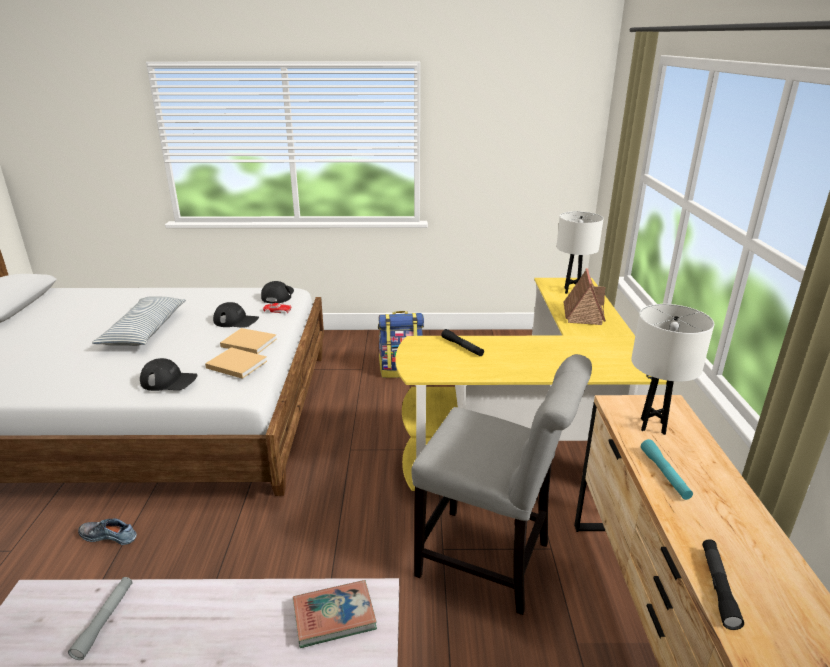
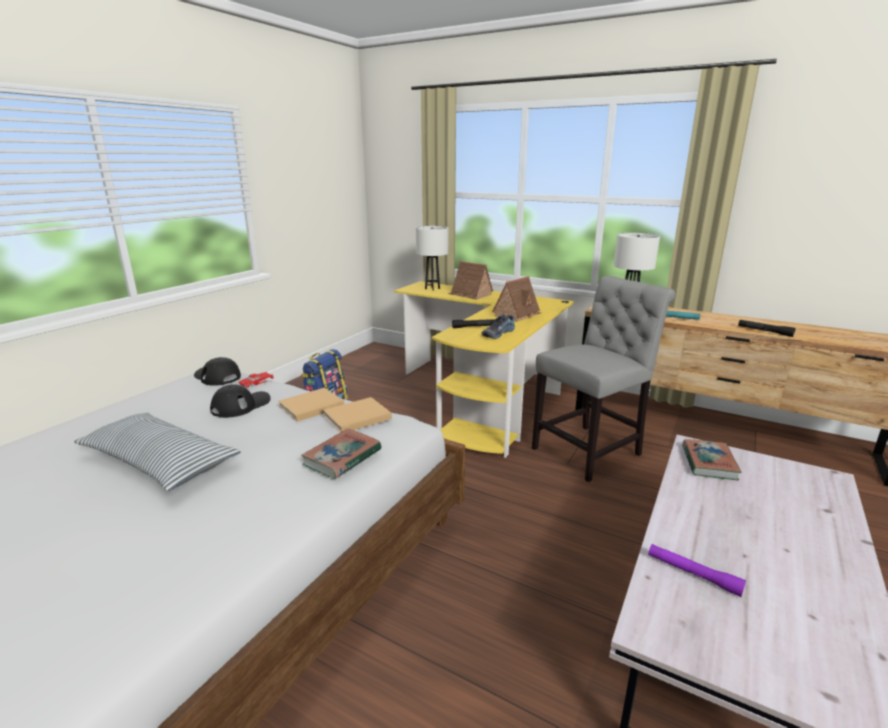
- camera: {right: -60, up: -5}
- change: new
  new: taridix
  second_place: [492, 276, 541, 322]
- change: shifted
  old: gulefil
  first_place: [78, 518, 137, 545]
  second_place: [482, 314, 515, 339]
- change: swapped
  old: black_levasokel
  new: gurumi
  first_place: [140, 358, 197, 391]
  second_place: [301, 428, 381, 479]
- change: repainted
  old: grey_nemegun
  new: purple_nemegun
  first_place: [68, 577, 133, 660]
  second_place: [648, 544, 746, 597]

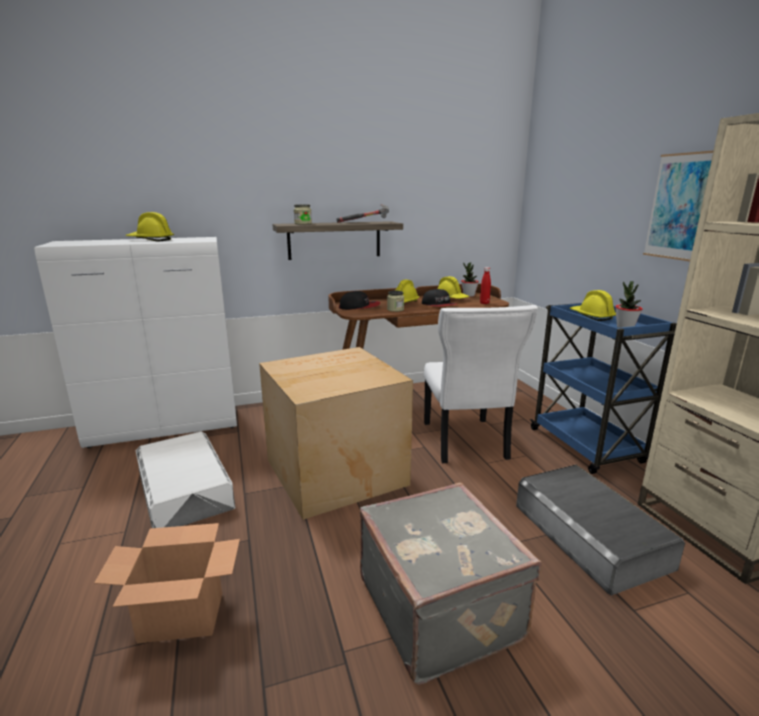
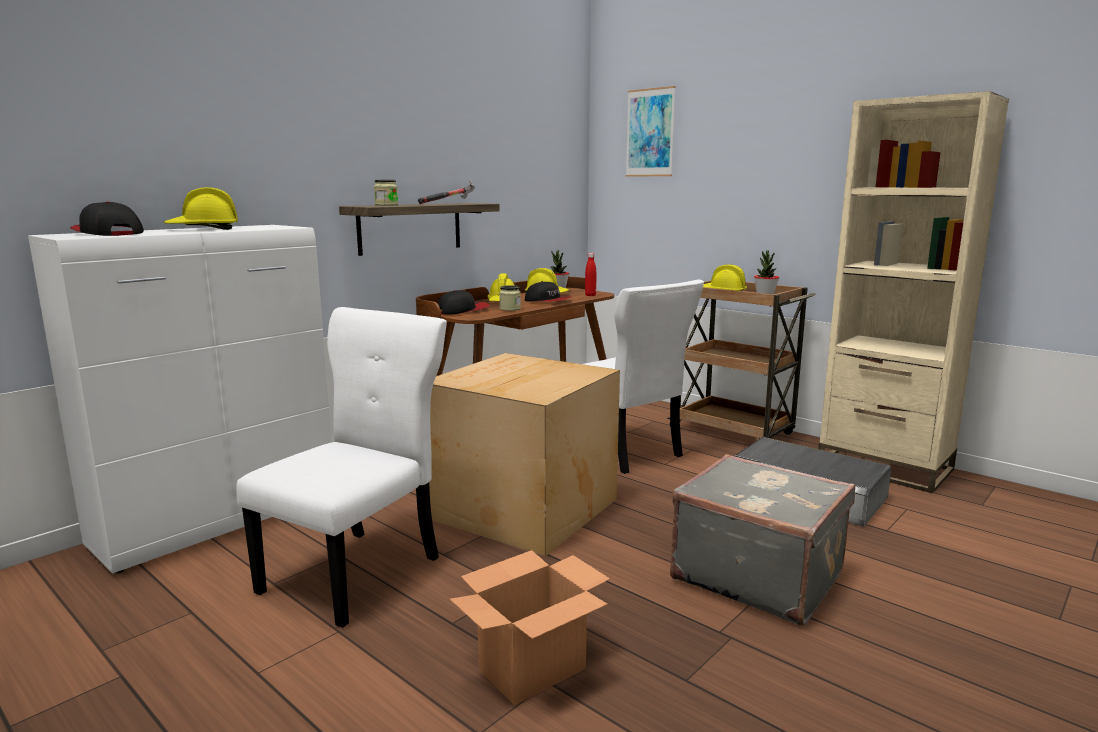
- camera: {right: -30, up: -5}
- change: new
  new: levasokel
  second_place: [70, 202, 144, 236]
- change: shifted
  old: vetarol
  first_place: [643, 150, 714, 261]
  second_place: [626, 86, 676, 177]
- change: swapped
  old: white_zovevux
  new: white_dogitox
  first_place: [136, 431, 235, 528]
  second_place: [236, 307, 447, 628]
- change: repainted
  old: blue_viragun
  new: brown_viragun
  first_place: [530, 303, 677, 474]
  second_place: [667, 281, 816, 439]

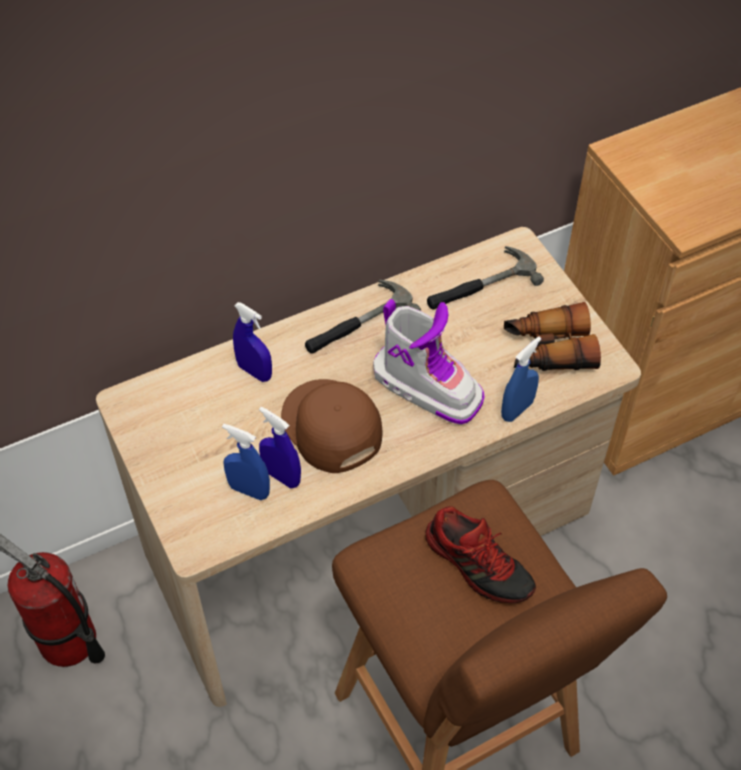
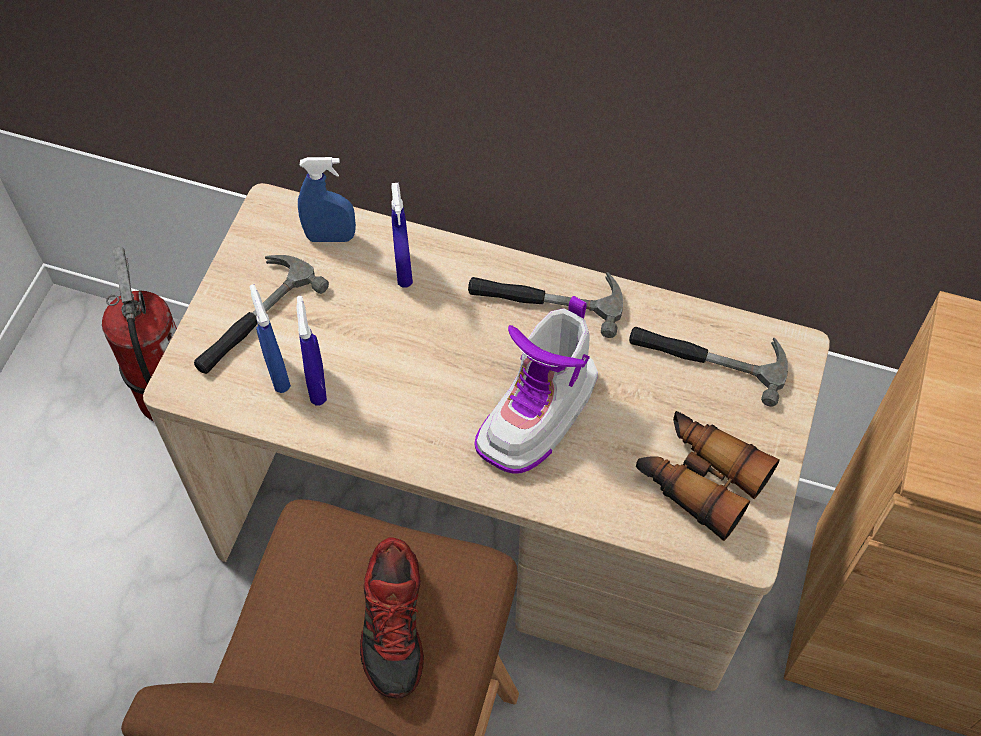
- camera: {right: 45, up: 5}
- change: gone
  old: brown_levasokel
  first_place: [281, 379, 382, 473]
- change: new
  new: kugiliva
  second_place: [194, 255, 329, 374]
- change: shifted
  old: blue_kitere
  first_place: [501, 336, 541, 422]
  second_place: [298, 157, 356, 242]
- change: rotated
  old: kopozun
  first_place: [373, 299, 484, 425]
  second_place: [474, 296, 598, 474]
  degrees: 45

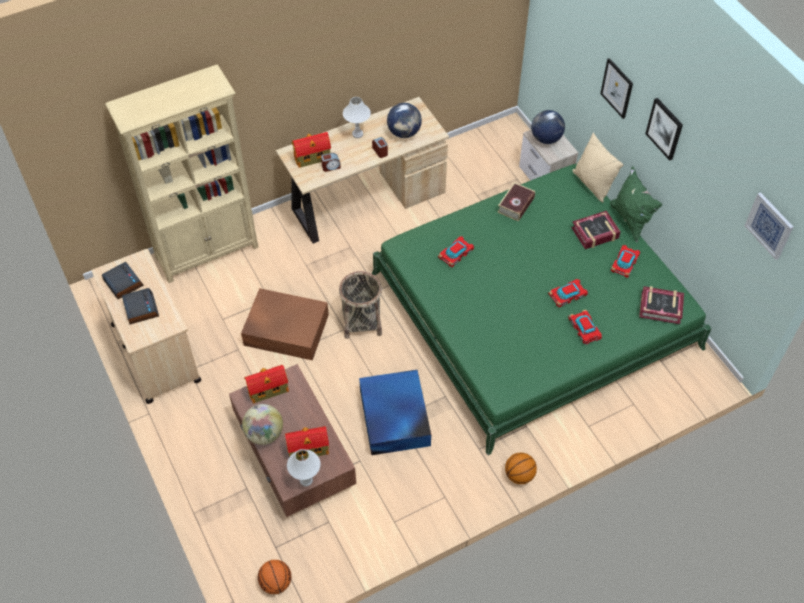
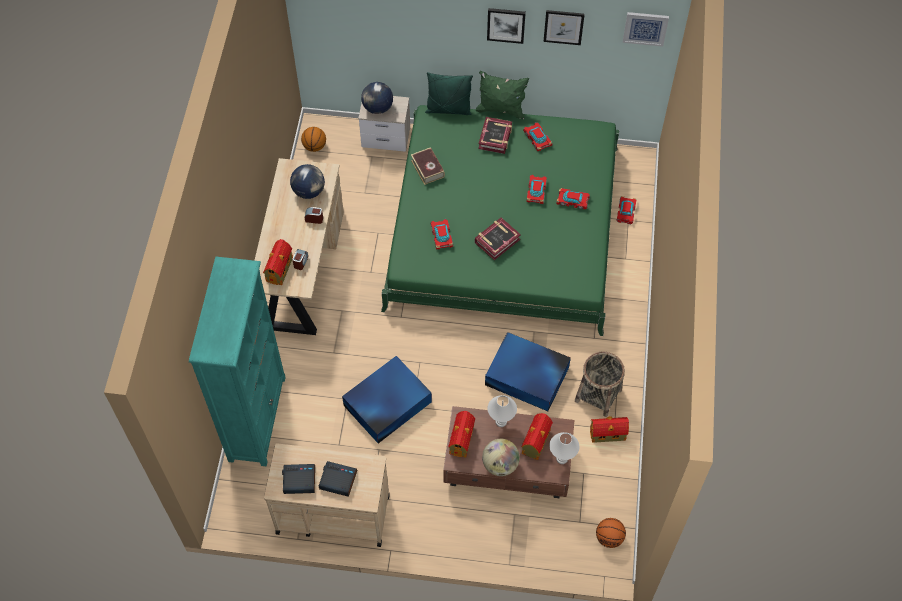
- camera: {right: -55, up: 5}
- change: new
  new: taridix
  second_place: [590, 416, 629, 443]
- change: new
  new: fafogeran
  second_place: [617, 196, 637, 224]
- change: shifted
  old: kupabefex
  first_place: [339, 271, 382, 339]
  second_place: [575, 351, 625, 417]
- change: shifted
  old: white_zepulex
  first_place: [343, 97, 371, 138]
  second_place: [488, 395, 517, 427]
- change: shifted
  old: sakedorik
  first_place: [505, 453, 537, 484]
  second_place: [301, 127, 326, 152]
- change: shifted
  old: vetarol
  first_place: [600, 58, 633, 119]
  second_place: [543, 10, 585, 45]
- change: shifted
  old: gurumi
  first_place: [639, 286, 684, 324]
  second_place: [475, 218, 521, 260]
- change: repainted
  old: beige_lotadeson
  new: turquoise_lotadeson
  first_place: [105, 65, 259, 283]
  second_place: [189, 257, 286, 467]
- change: repainted
  old: brown_zovevux
  new: blue_zovevux
  first_place: [241, 288, 329, 360]
  second_place: [342, 356, 432, 443]
- change: repainted
  old: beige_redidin
  new: green_redidin
  first_place: [572, 133, 624, 203]
  second_place: [425, 72, 473, 115]

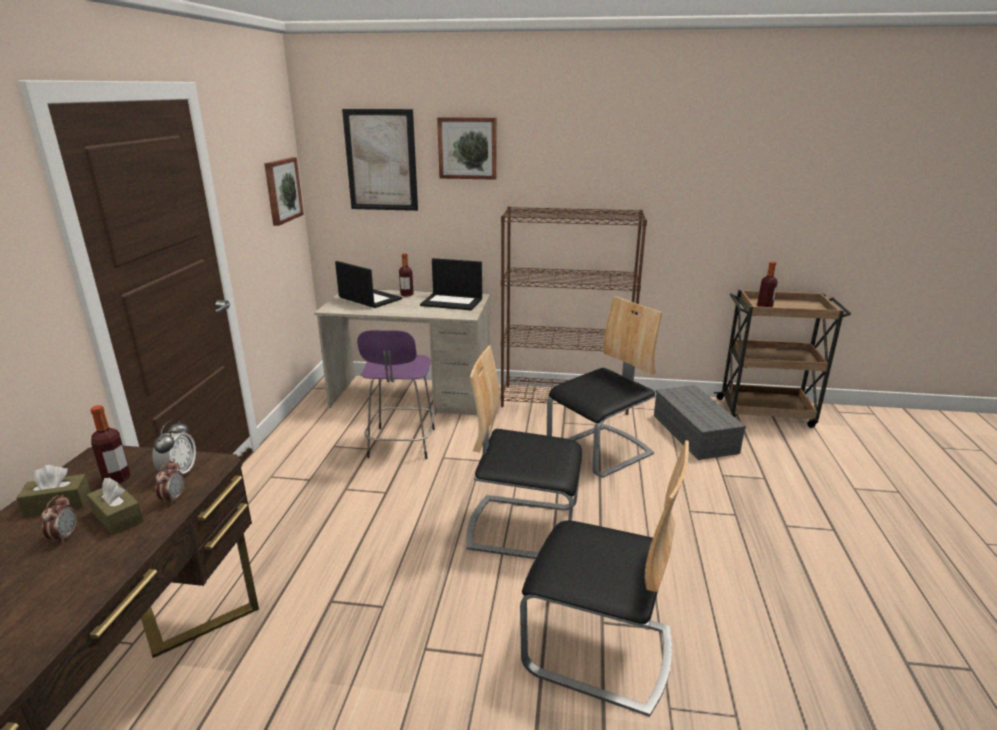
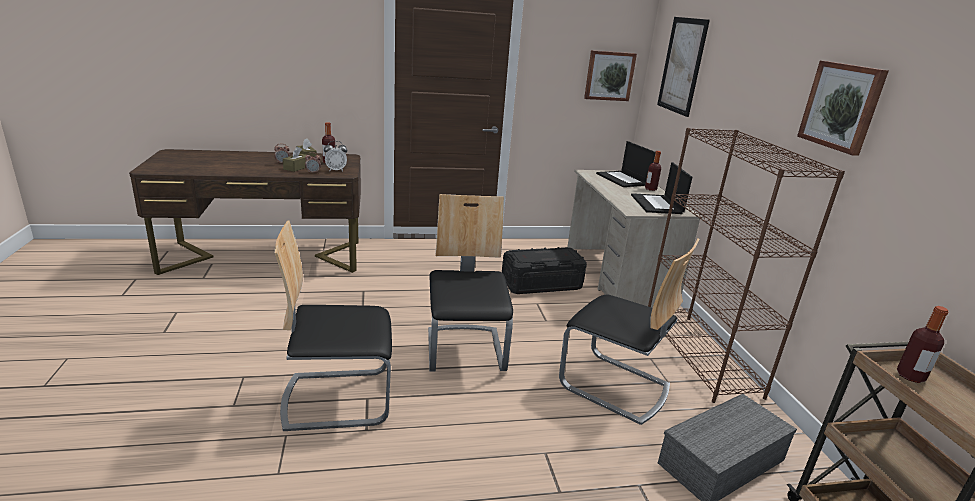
- camera: {right: 70, up: 0}
- change: shifted
  old: vetarol
  first_place: [437, 117, 497, 180]
  second_place: [797, 61, 889, 156]
- change: swapped
  old: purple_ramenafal
  new: black_zovevux
  first_place: [357, 330, 435, 459]
  second_place: [502, 247, 587, 294]
- change: rotated
  old: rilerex
  first_place: [335, 261, 402, 308]
  second_place: [596, 141, 655, 187]
  degrees: 135
- change: rotated
  old: dogitox
  first_place: [520, 440, 689, 717]
  second_place: [275, 220, 392, 431]
  degrees: 75

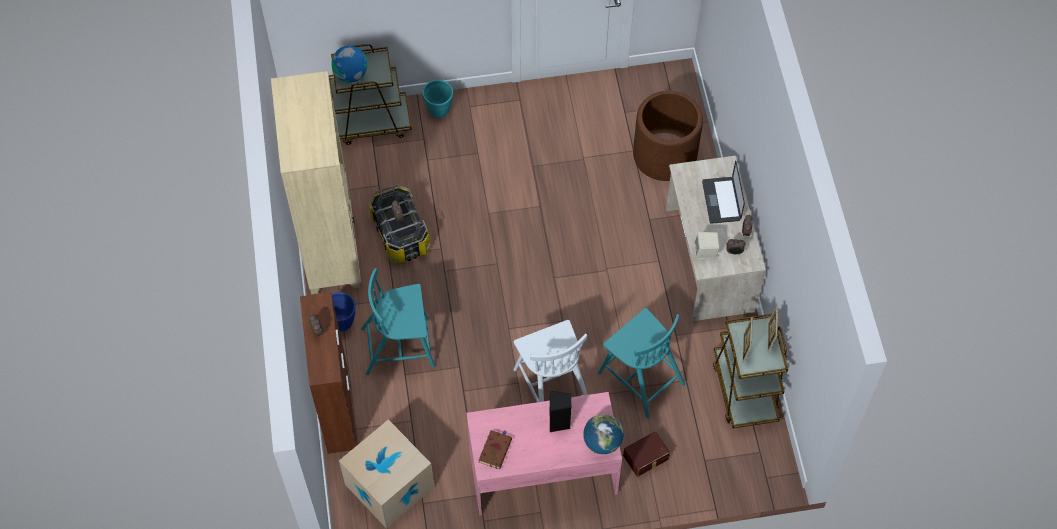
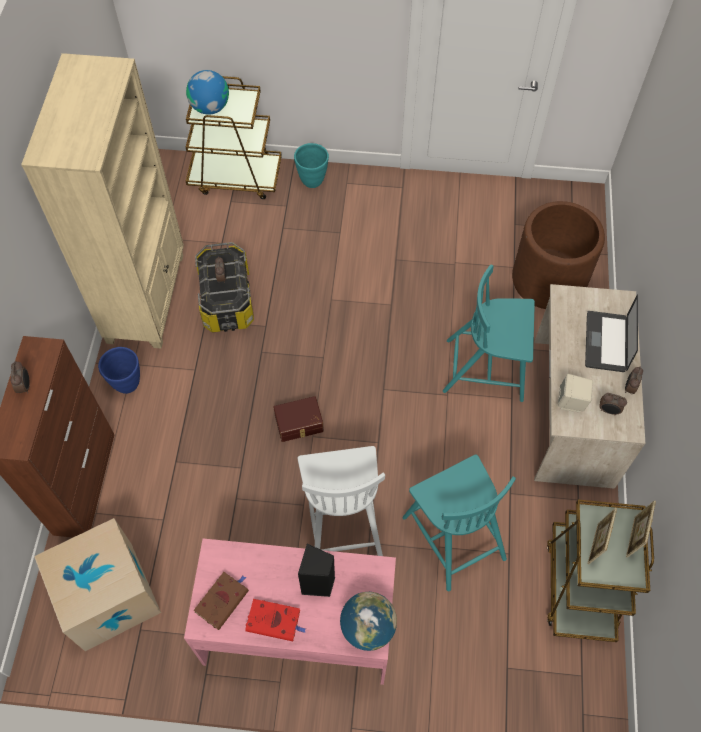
- camera: {right: 15, up: 0}
- change: new
  new: red_gurumi
  second_place: [245, 599, 306, 641]
- change: shifted
  old: turquoise_dogitox
  first_place: [361, 268, 435, 375]
  second_place: [443, 265, 535, 402]
- change: shifted
  old: brown_zovevux
  first_place: [623, 431, 670, 477]
  second_place: [273, 396, 324, 442]

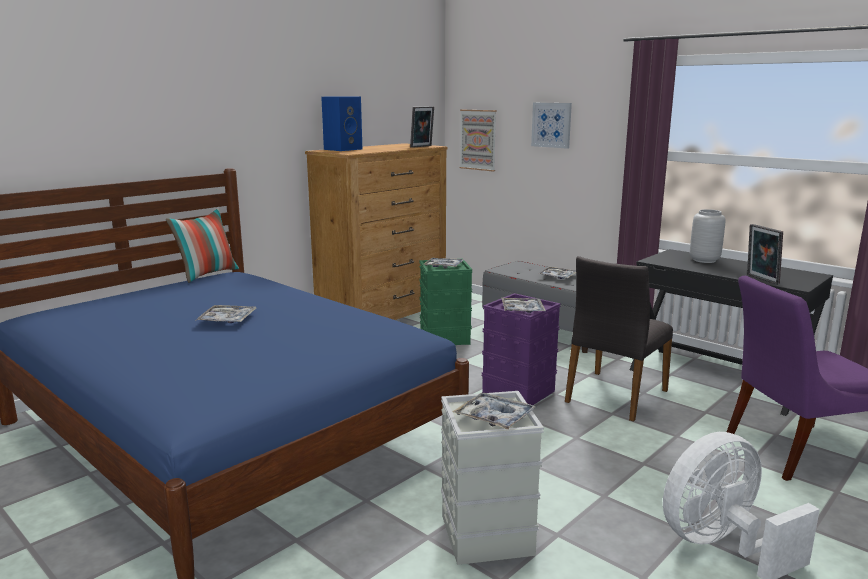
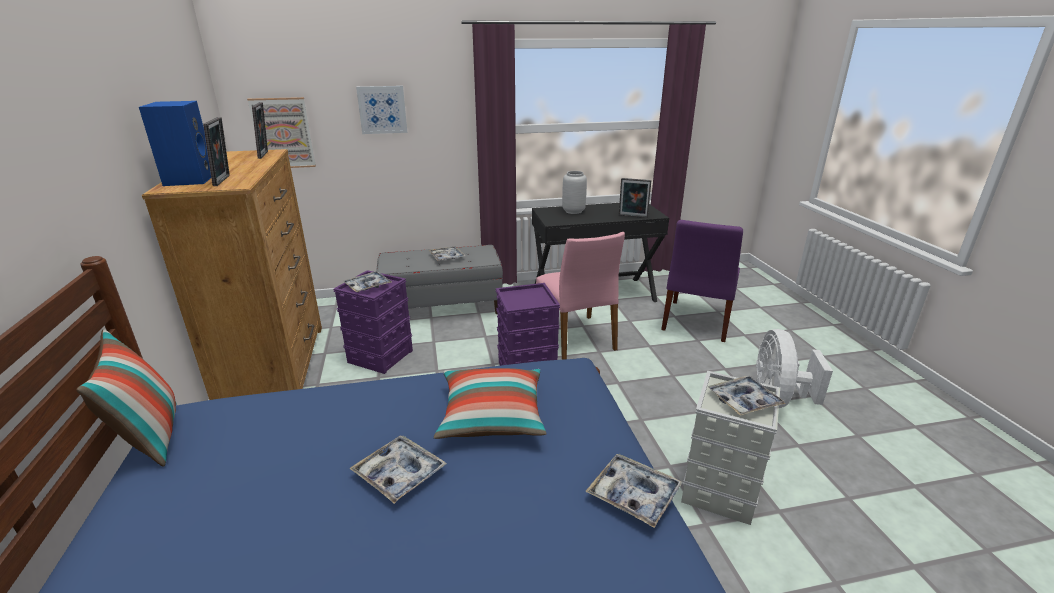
- camera: {right: -55, up: 10}
- change: new
  new: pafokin
  second_place: [203, 117, 230, 186]
- change: new
  new: redidin
  second_place: [434, 368, 546, 439]
- change: shifted
  old: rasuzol
  first_place: [501, 298, 546, 313]
  second_place: [585, 454, 683, 528]
- change: repainted
  old: green_zovevux
  new: purple_zovevux
  first_place: [419, 260, 473, 345]
  second_place: [333, 270, 413, 374]
- change: repainted
  old: grey_dogitox
  new: pink_dogitox
  first_place: [565, 256, 673, 422]
  second_place: [536, 232, 625, 360]

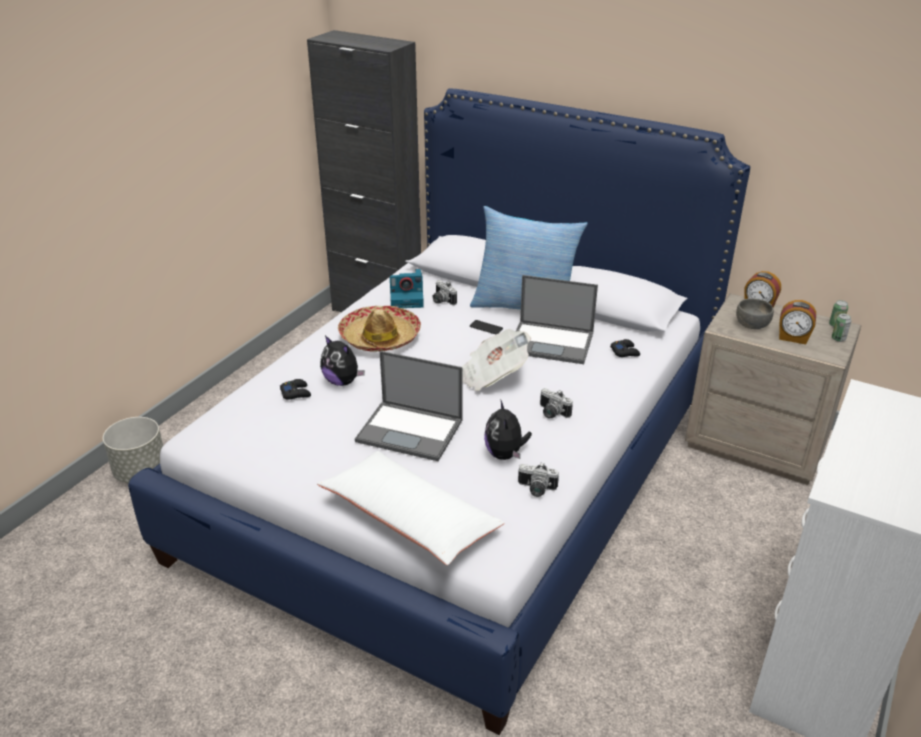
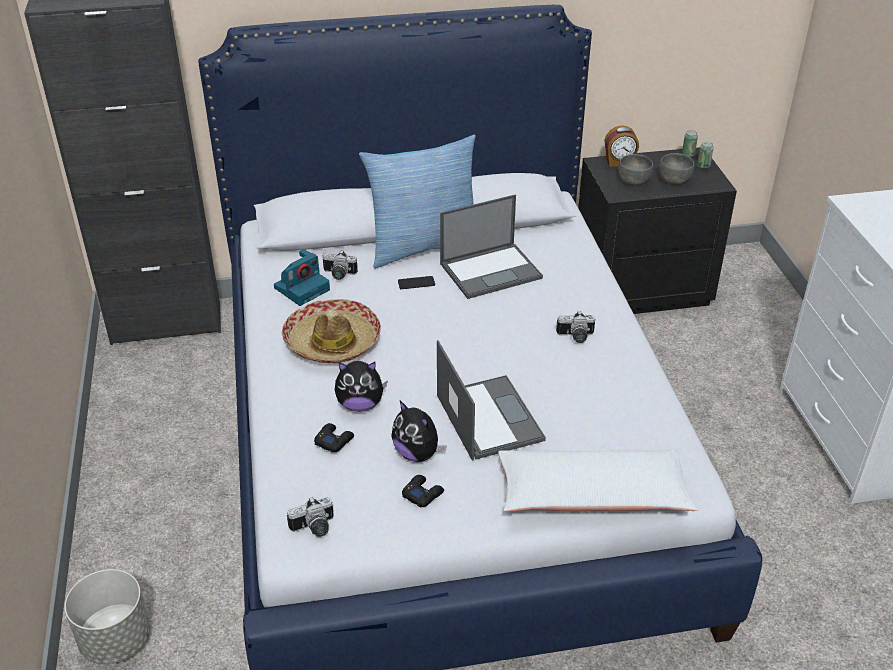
- camera: {right: -40, up: 5}
- change: gone
  old: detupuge
  first_place: [462, 329, 531, 391]
- change: shifted
  old: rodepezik
  first_place: [484, 399, 532, 460]
  second_place: [391, 401, 447, 462]
- change: shifted
  old: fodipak
  first_place: [518, 463, 559, 497]
  second_place: [287, 497, 334, 537]
- change: shifted
  old: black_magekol
  first_place: [610, 339, 640, 357]
  second_place: [402, 475, 444, 507]
- change: swapped
  old: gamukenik
  new: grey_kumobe
  first_place: [779, 300, 816, 344]
  second_place: [659, 153, 695, 184]
- change: repainted
  old: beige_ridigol
  new: black_ridigol
  first_place: [685, 293, 862, 485]
  second_place: [578, 147, 737, 314]
- change: rotated
  old: rilerex
  first_place: [355, 351, 463, 461]
  second_place: [437, 340, 546, 460]
  degrees: -90

